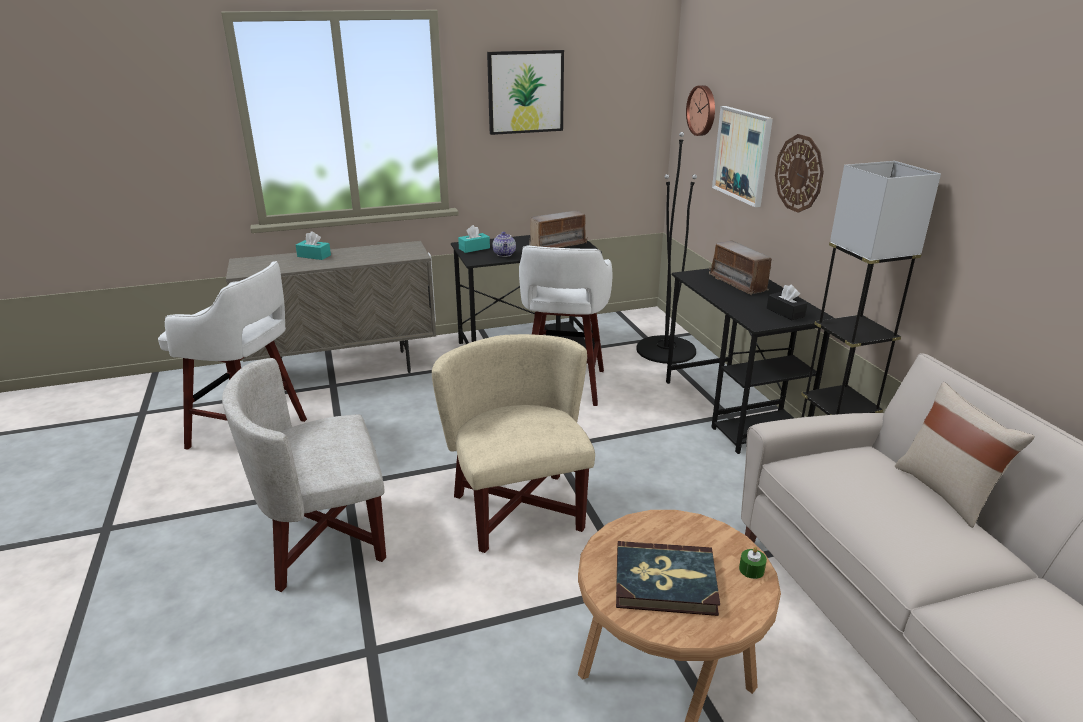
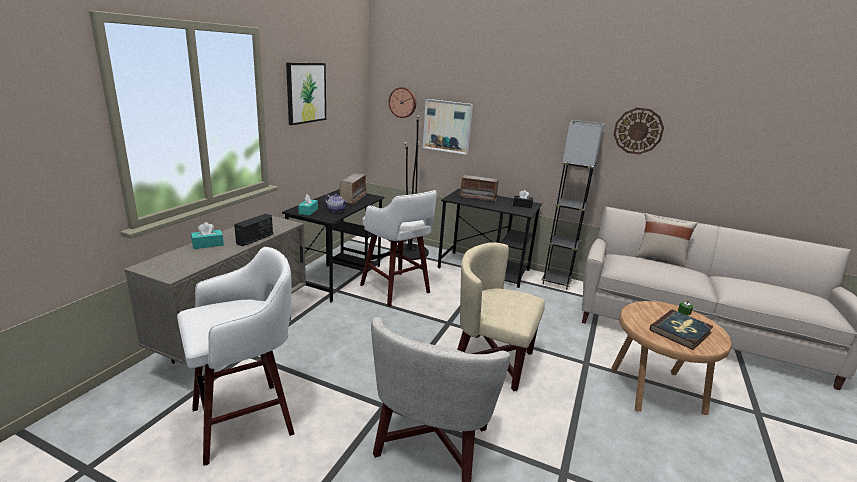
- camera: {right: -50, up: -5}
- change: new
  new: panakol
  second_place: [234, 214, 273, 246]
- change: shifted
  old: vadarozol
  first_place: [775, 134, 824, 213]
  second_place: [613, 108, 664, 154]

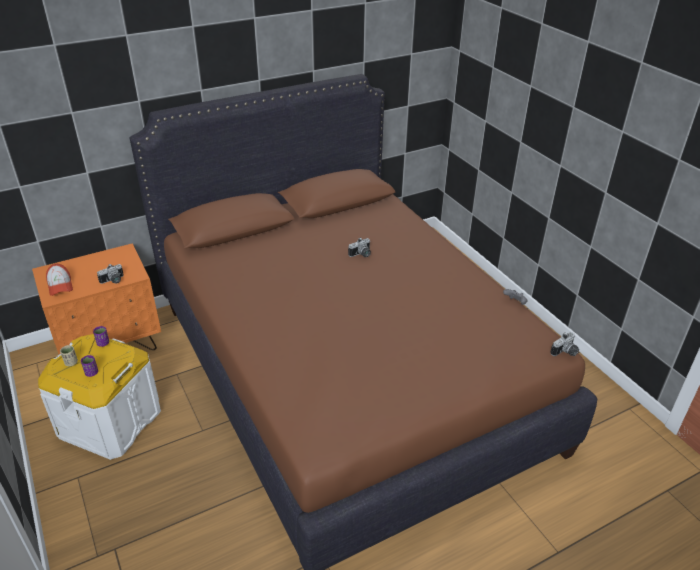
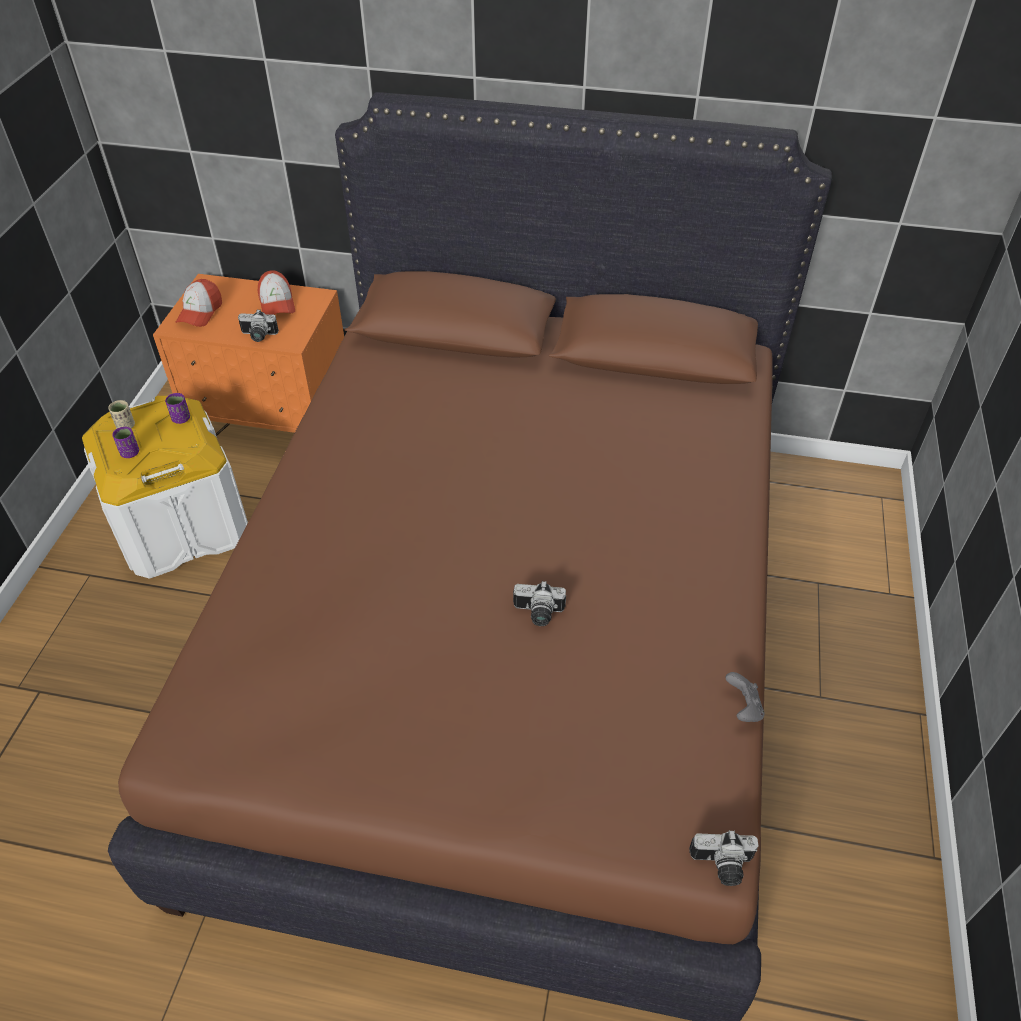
- camera: {right: 40, up: 10}
- change: new
  new: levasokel
  second_place: [258, 270, 295, 315]
- change: shifted
  old: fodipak
  first_place: [348, 238, 371, 257]
  second_place: [513, 581, 566, 626]

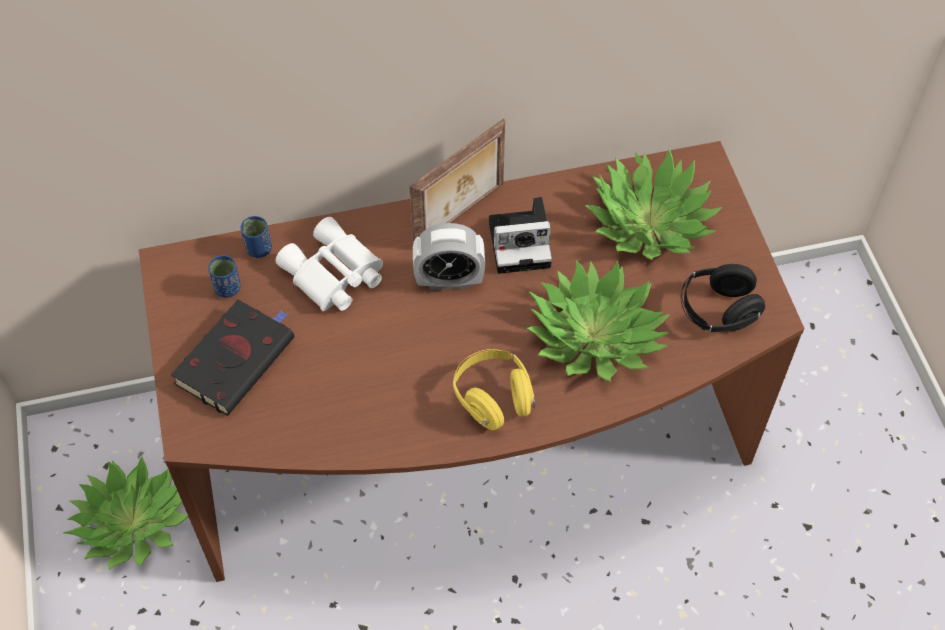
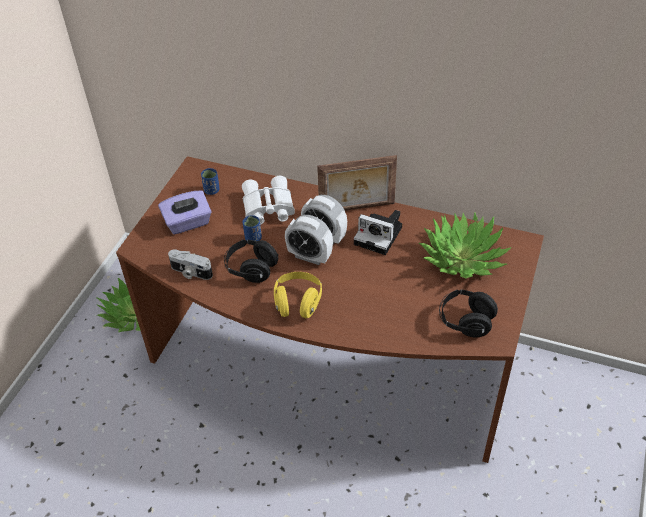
- camera: {right: 35, up: -10}
- change: gone
  old: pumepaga
  first_place: [526, 260, 670, 382]
- change: new
  new: fodipak
  second_place: [168, 249, 213, 280]
- change: new
  new: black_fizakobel
  second_place: [224, 240, 279, 283]
- change: new
  new: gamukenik
  second_place: [285, 215, 333, 265]
- change: shifted
  old: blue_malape
  first_place: [240, 216, 272, 258]
  second_place: [242, 215, 262, 241]
- change: swapped
  old: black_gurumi
  new: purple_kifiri
  first_place: [171, 300, 294, 415]
  second_place: [158, 191, 212, 235]

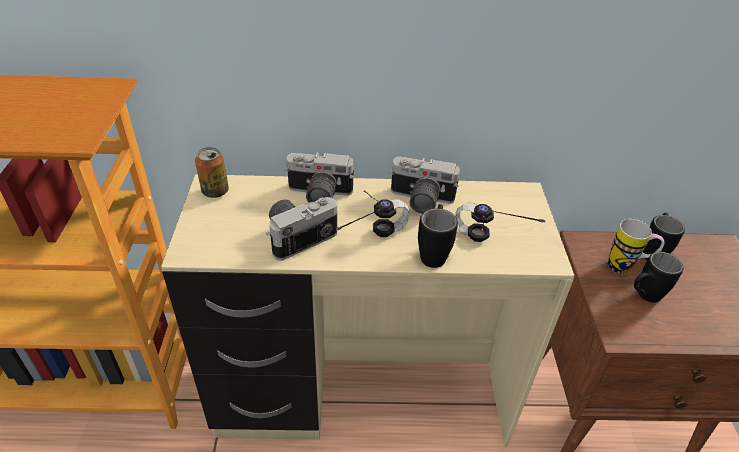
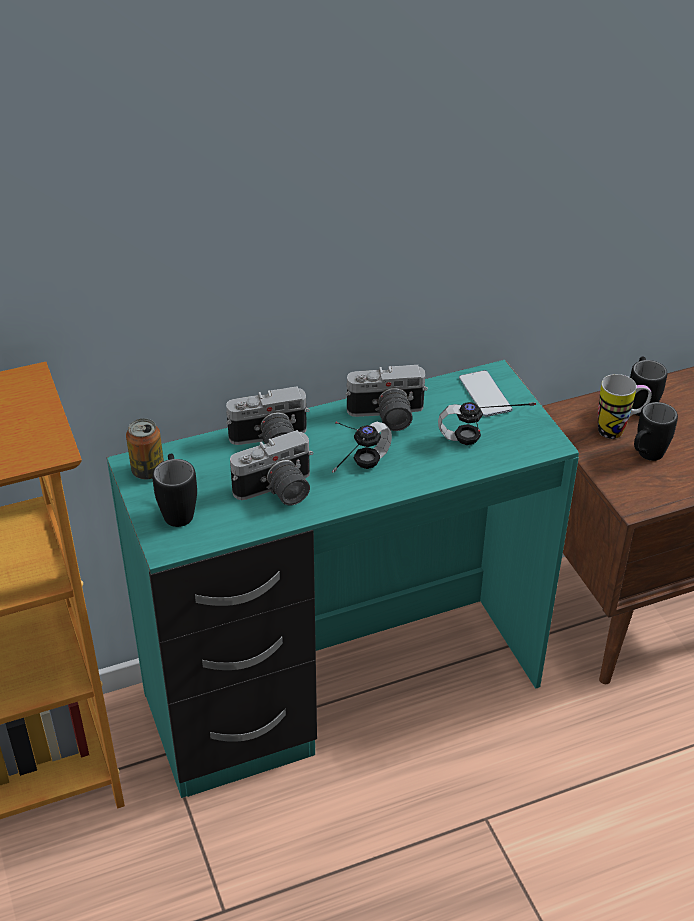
- camera: {right: -20, up: 0}
- change: new
  new: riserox
  second_place: [459, 370, 513, 417]
- change: shifted
  old: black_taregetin
  first_place: [418, 204, 458, 268]
  second_place: [152, 454, 197, 527]
- change: repainted
  old: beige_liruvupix
  new: turquoise_liruvupix
  first_place: [161, 174, 574, 447]
  second_place: [107, 360, 579, 798]
- change: rotated
  old: fodipak
  first_place: [266, 197, 337, 261]
  second_place: [230, 430, 314, 506]
  degrees: -150

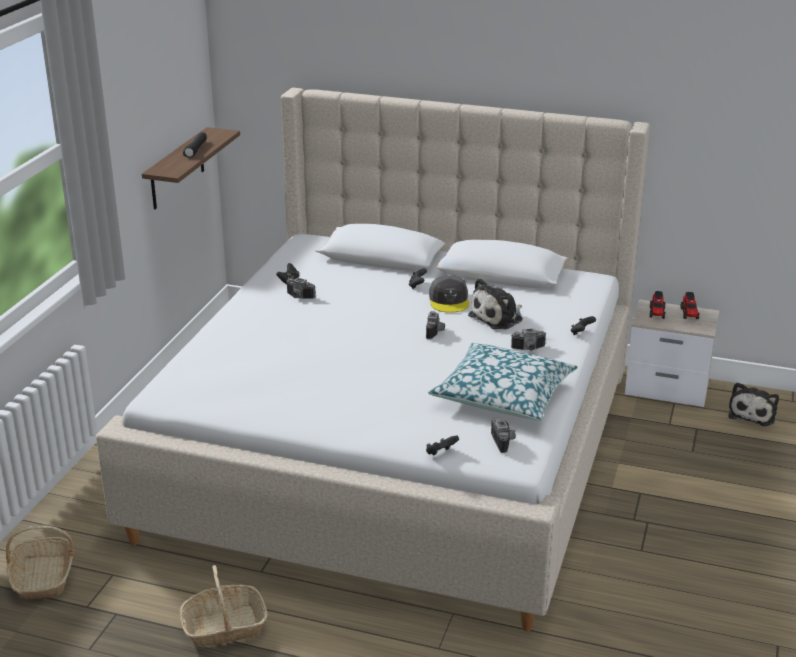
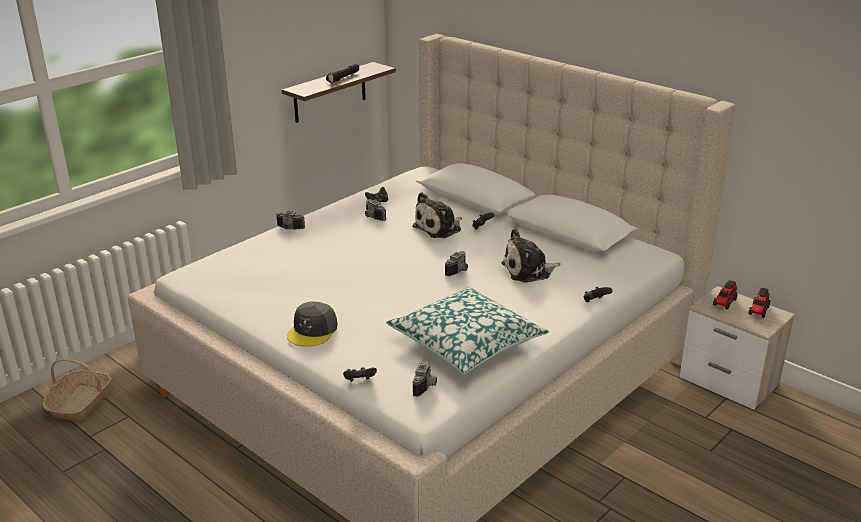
- camera: {right: 25, up: 0}
- change: gone
  old: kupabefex
  first_place: [179, 565, 268, 647]
- change: shifted
  old: grey_levasokel
  first_place: [429, 275, 469, 313]
  second_place: [287, 301, 338, 347]
- change: shifted
  old: fodipak
  first_place: [511, 329, 546, 351]
  second_place: [276, 211, 305, 230]
- change: shifted
  old: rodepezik
  first_place: [728, 383, 779, 426]
  second_place: [412, 192, 462, 238]

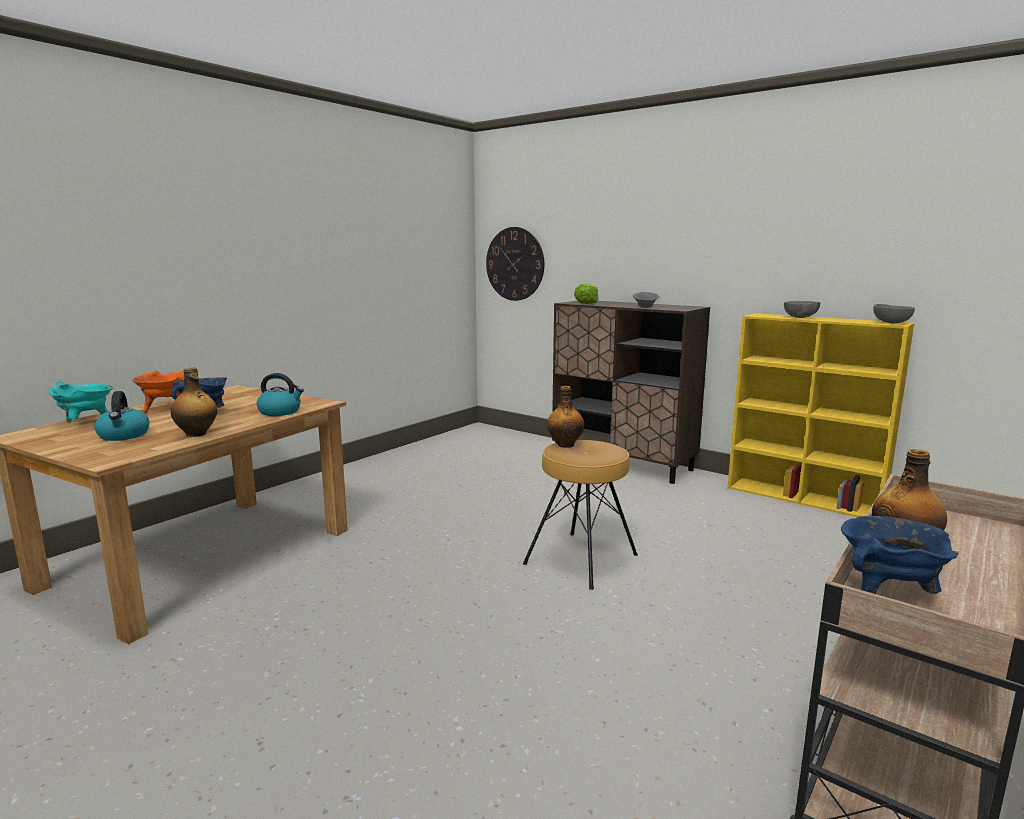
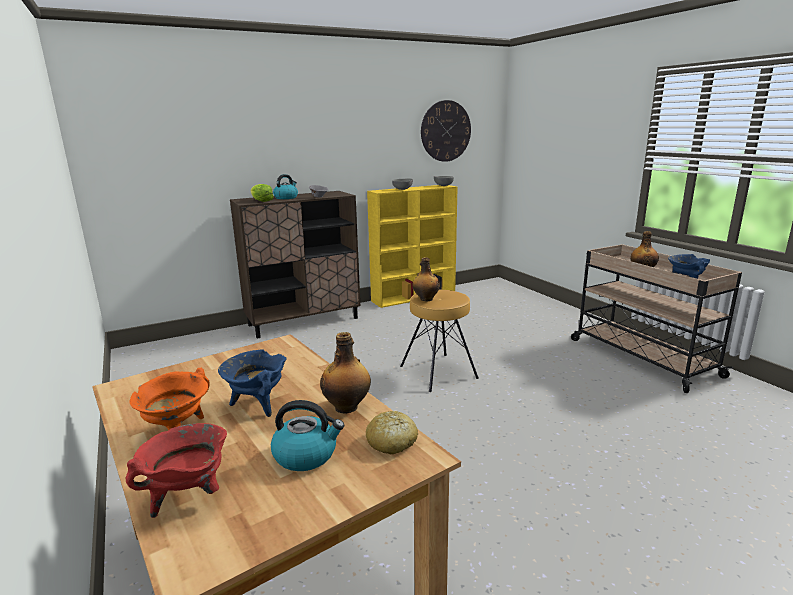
- camera: {right: -65, up: 5}
- change: new
  new: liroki
  second_place: [366, 411, 418, 454]
- change: shifted
  old: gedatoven
  first_place: [257, 373, 304, 416]
  second_place: [273, 174, 298, 199]
- change: shifted
  old: vadarozol
  first_place: [486, 227, 544, 301]
  second_place: [421, 100, 471, 162]
- change: repainted
  old: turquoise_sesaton
  new: red_sesaton
  first_place: [49, 381, 113, 422]
  second_place: [126, 423, 227, 518]

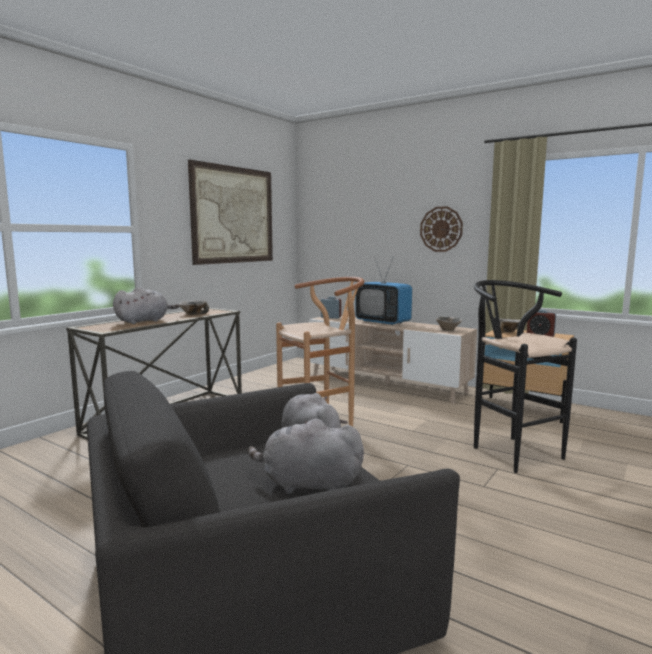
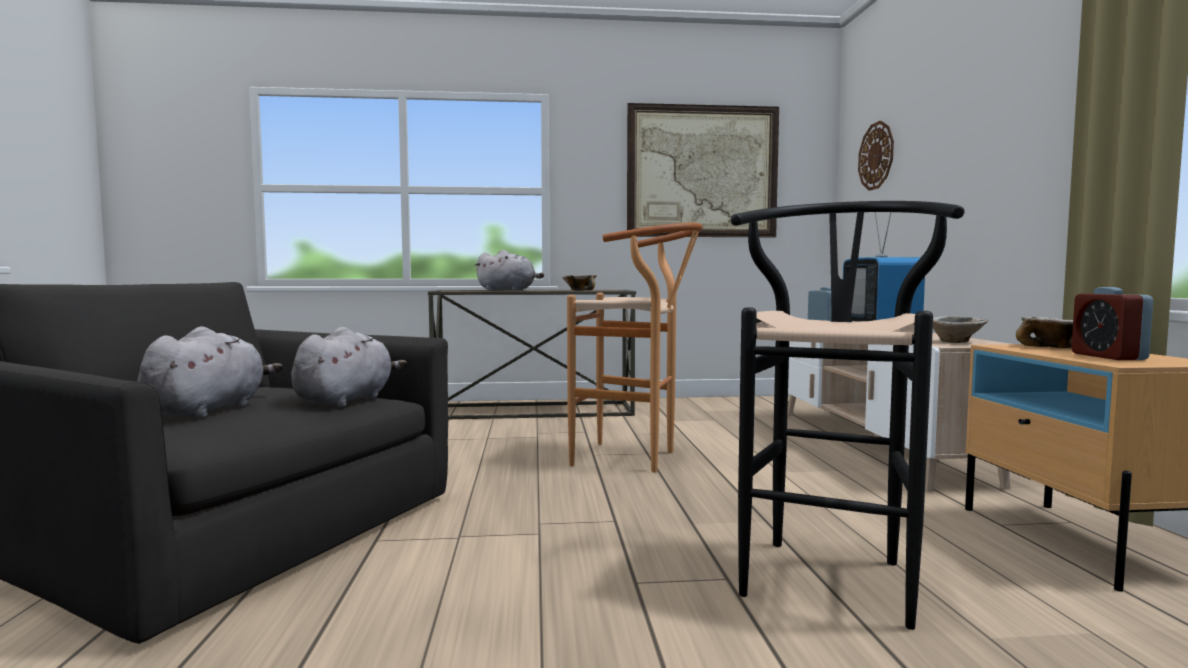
- camera: {right: 50, up: -5}
- change: shifted
  old: vadarozol
  first_place: [420, 206, 463, 252]
  second_place: [858, 121, 894, 191]
- change: rotated
  old: grey_rodepezik
  first_place: [248, 419, 364, 494]
  second_place: [137, 327, 283, 418]
  degrees: 45

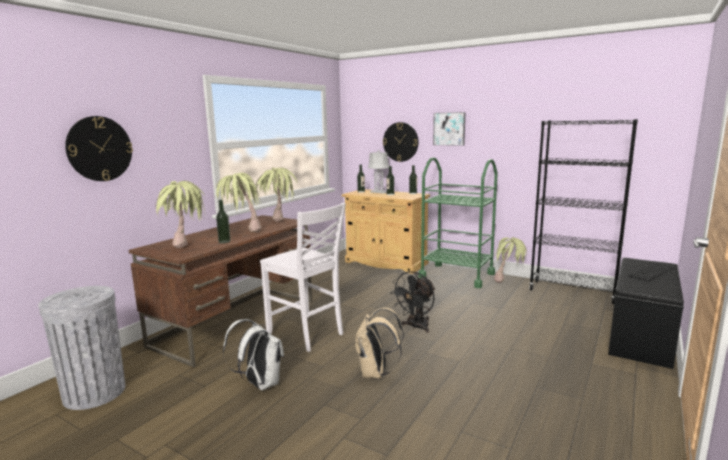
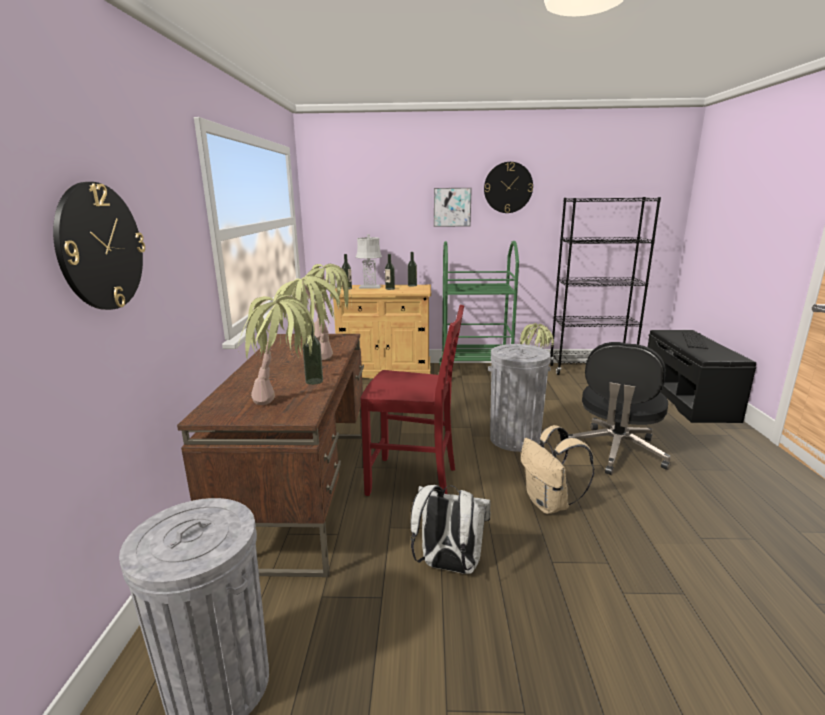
- camera: {right: -30, up: 5}
- change: new
  new: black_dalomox
  second_place: [568, 342, 671, 475]
- change: shifted
  old: vadarozol
  first_place: [383, 122, 418, 162]
  second_place: [484, 162, 533, 213]
- change: swapped
  old: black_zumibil
  new: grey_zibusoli
  first_place: [390, 271, 435, 333]
  second_place: [488, 344, 551, 452]
- change: repainted
  old: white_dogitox
  new: red_dogitox
  first_place: [260, 203, 346, 352]
  second_place: [361, 305, 464, 496]

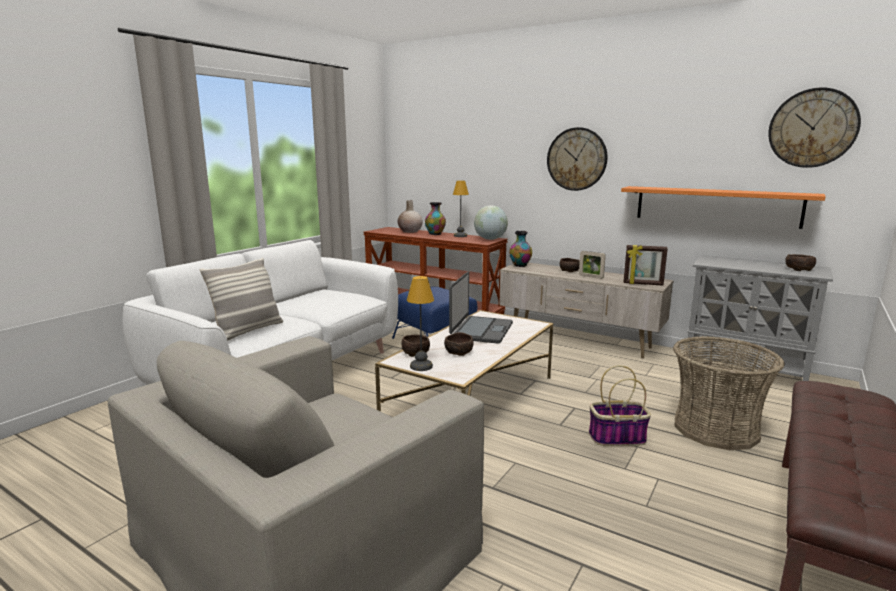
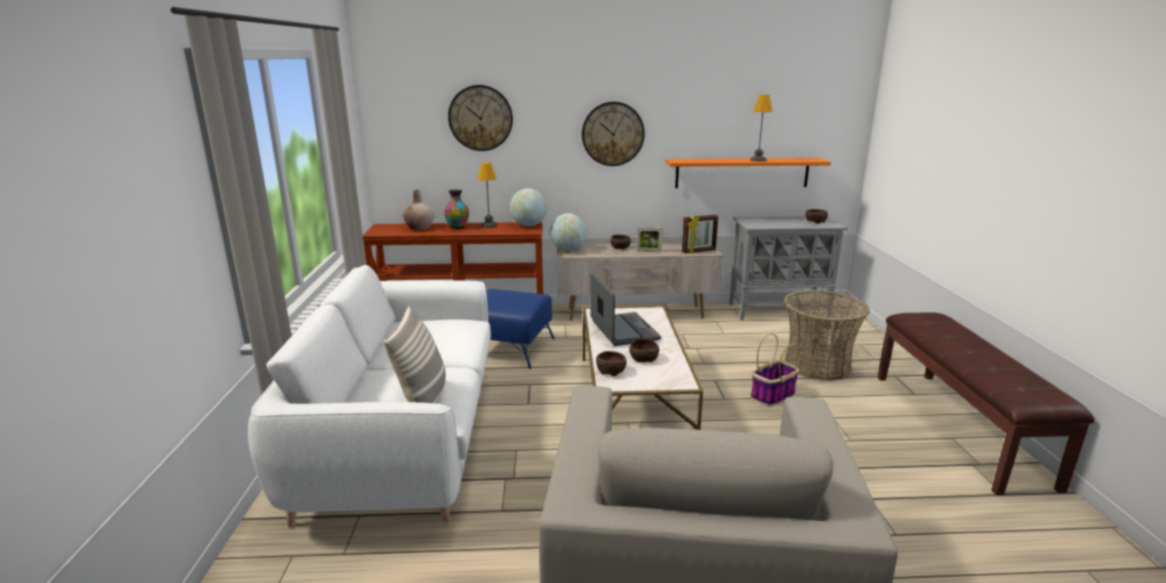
- camera: {right: -35, up: 5}
- change: shifted
  old: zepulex
  first_place: [407, 276, 434, 371]
  second_place: [750, 95, 773, 162]
- change: shifted
  old: vadarozol
  first_place: [768, 88, 861, 168]
  second_place: [448, 85, 513, 151]
- change: swapped
  old: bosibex
  new: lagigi
  first_place: [509, 231, 532, 267]
  second_place: [550, 213, 587, 251]

